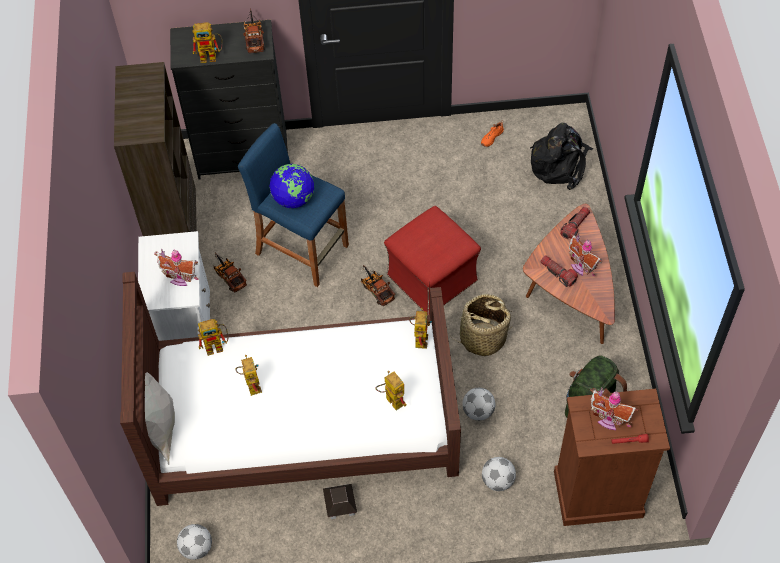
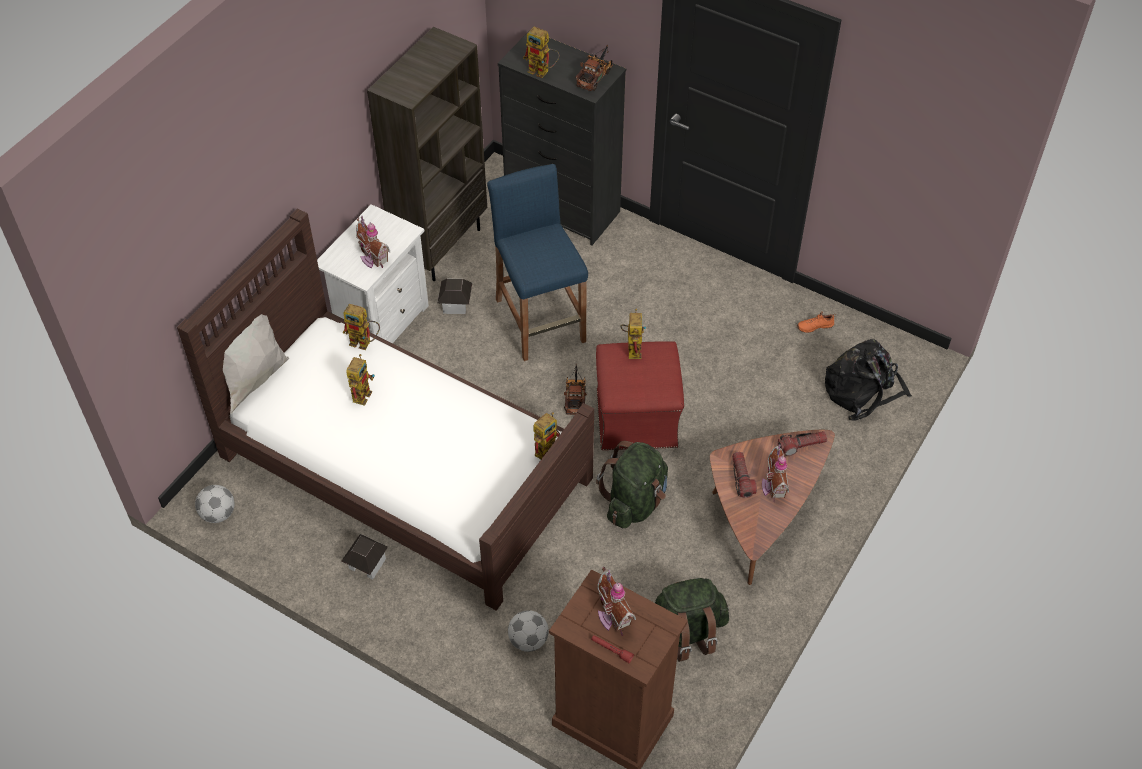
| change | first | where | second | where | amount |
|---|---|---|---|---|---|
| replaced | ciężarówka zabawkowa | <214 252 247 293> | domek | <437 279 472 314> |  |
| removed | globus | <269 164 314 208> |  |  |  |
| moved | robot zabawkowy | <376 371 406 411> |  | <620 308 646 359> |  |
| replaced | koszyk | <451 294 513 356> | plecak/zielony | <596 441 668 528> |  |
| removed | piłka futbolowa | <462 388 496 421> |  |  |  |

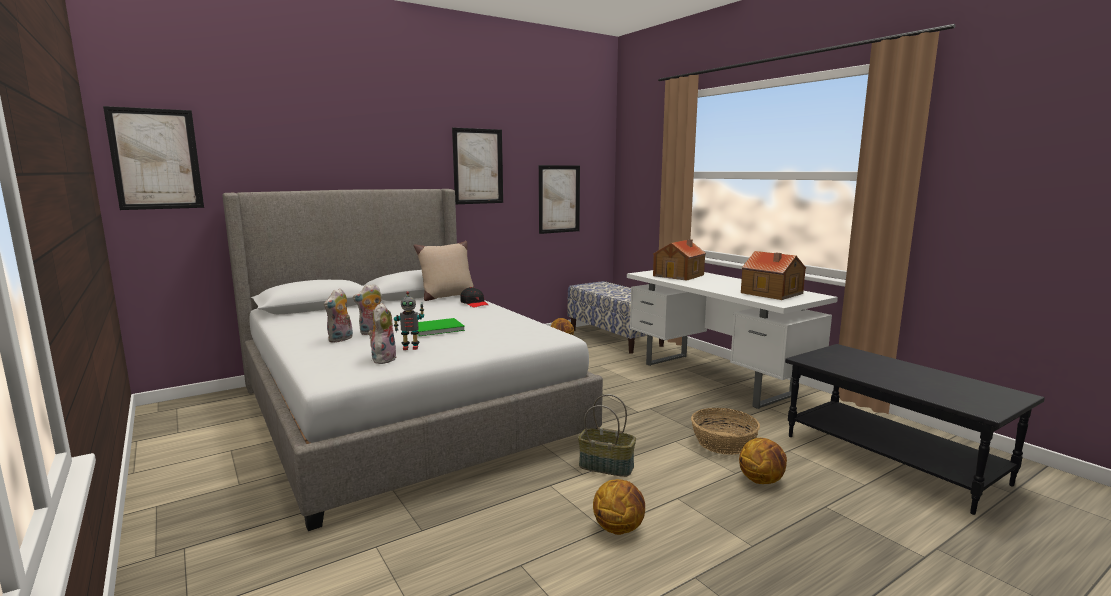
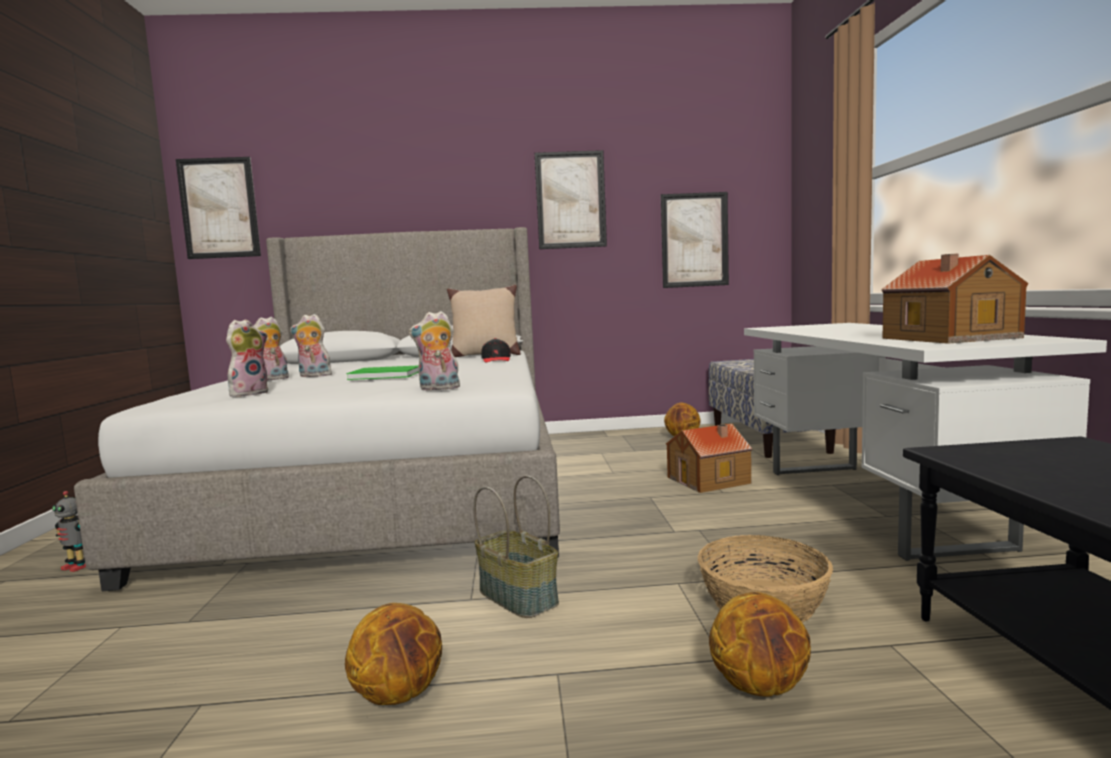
| change | first | where | second | where | amount |
|---|---|---|---|---|---|
| moved | robot zabawkowy | <394 291 424 350> |  | <52 491 86 572> |  |
| moved | domek | <653 239 706 281> |  | <666 424 752 493> |  |
| added |  |  | pluszak | <409 311 460 391> |  |

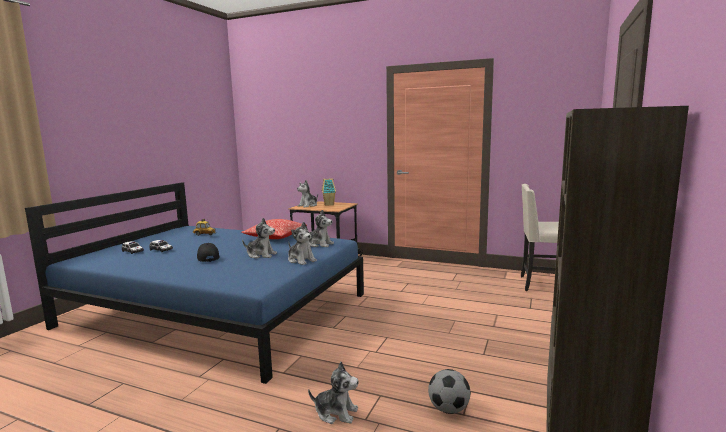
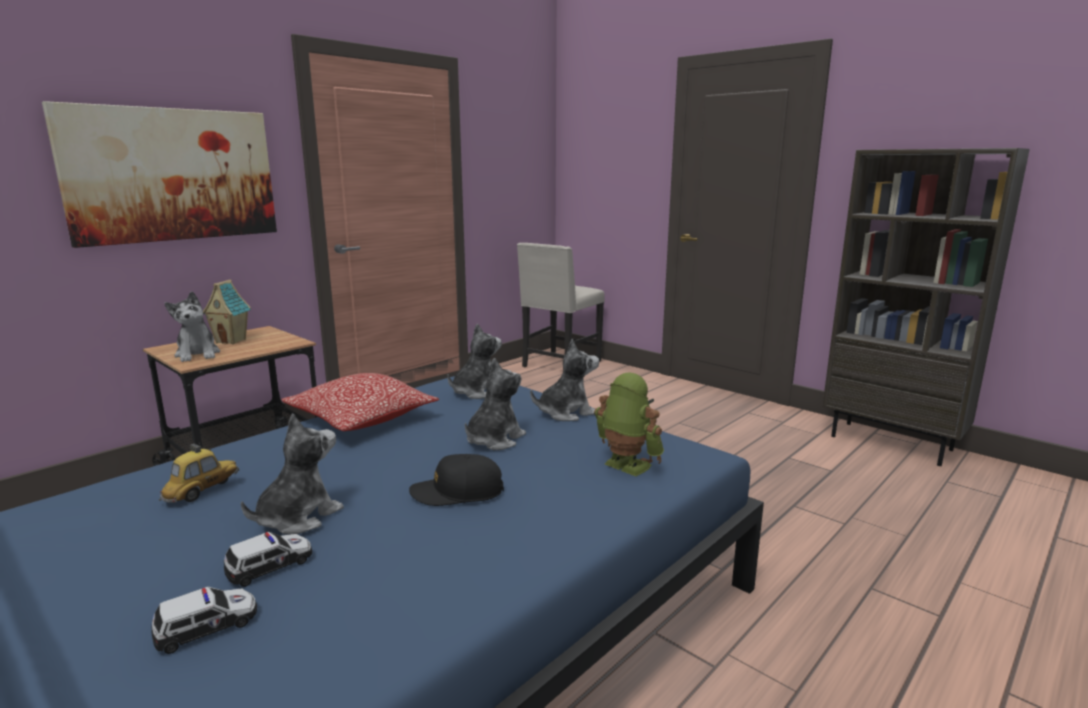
| change | first | where | second | where | amount |
|---|---|---|---|---|---|
| moved | pluszak | <308 362 359 424> |  | <241 413 344 535> |  |
| removed | piłka futbolowa | <428 369 470 414> |  |  |  |
| added |  |  | obraz | <42 101 277 248> |  |
| added |  |  | robot zabawkowy | <594 373 664 476> |  |

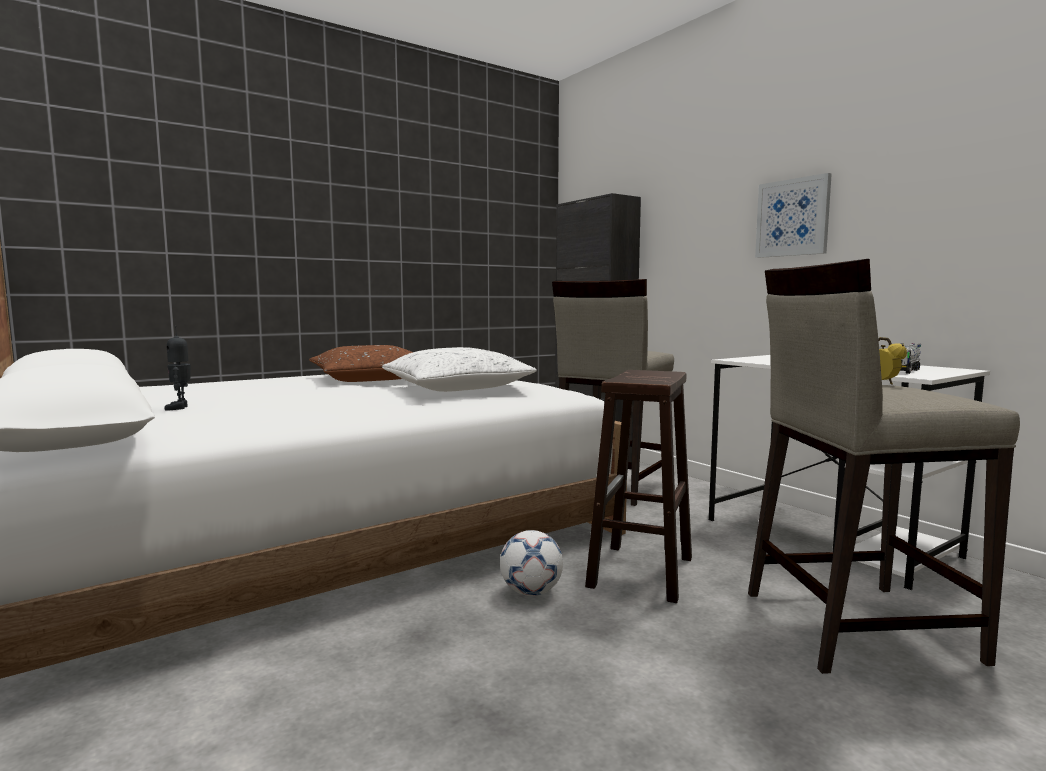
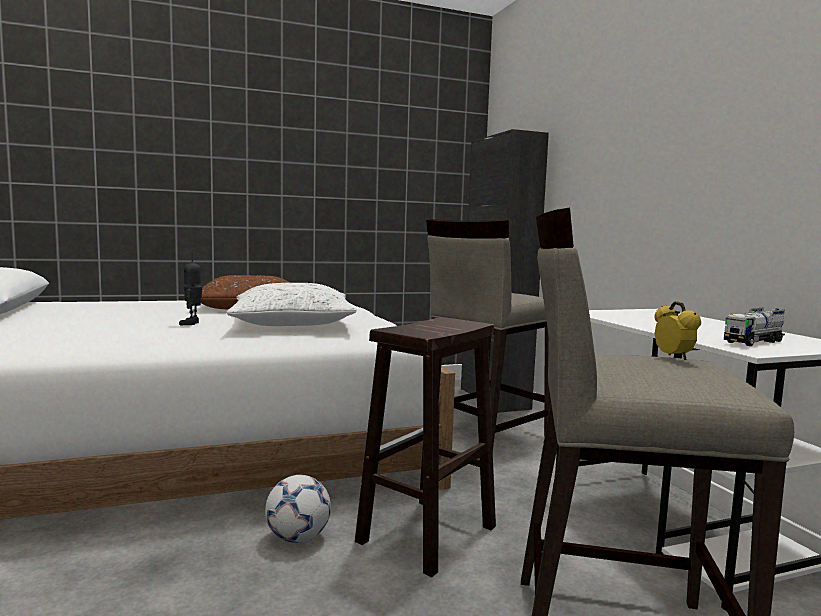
| change | first | where | second | where | amount |
|---|---|---|---|---|---|
| moved | robot zabawkowy | <165 326 191 411> |  | <179 253 202 325> |  |
| removed | obraz | <755 173 832 258> |  |  |  |

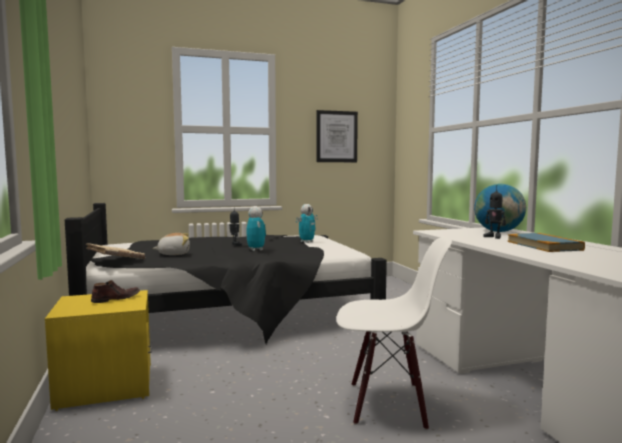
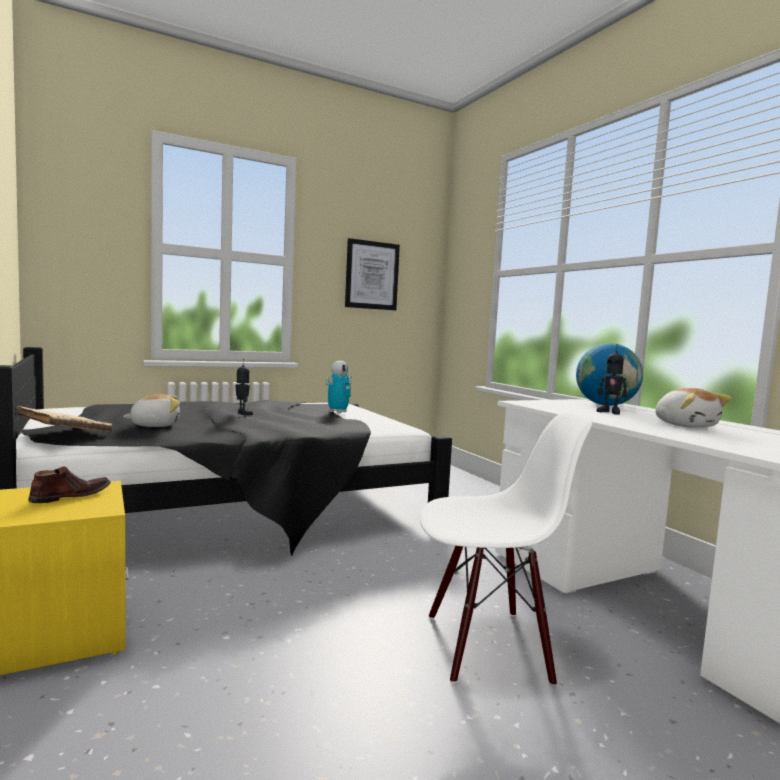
| change | first | where | second | where | amount |
|---|---|---|---|---|---|
| removed | robot zabawkowy | <246 206 266 251> |  |  |  |
| replaced | książka | <508 233 585 252> | pluszak | <655 388 731 428> |  |

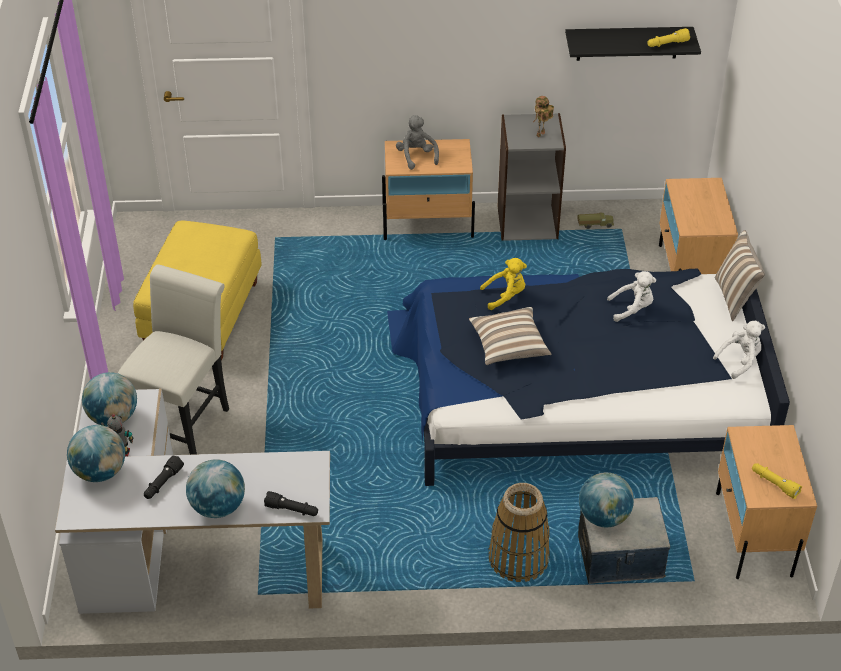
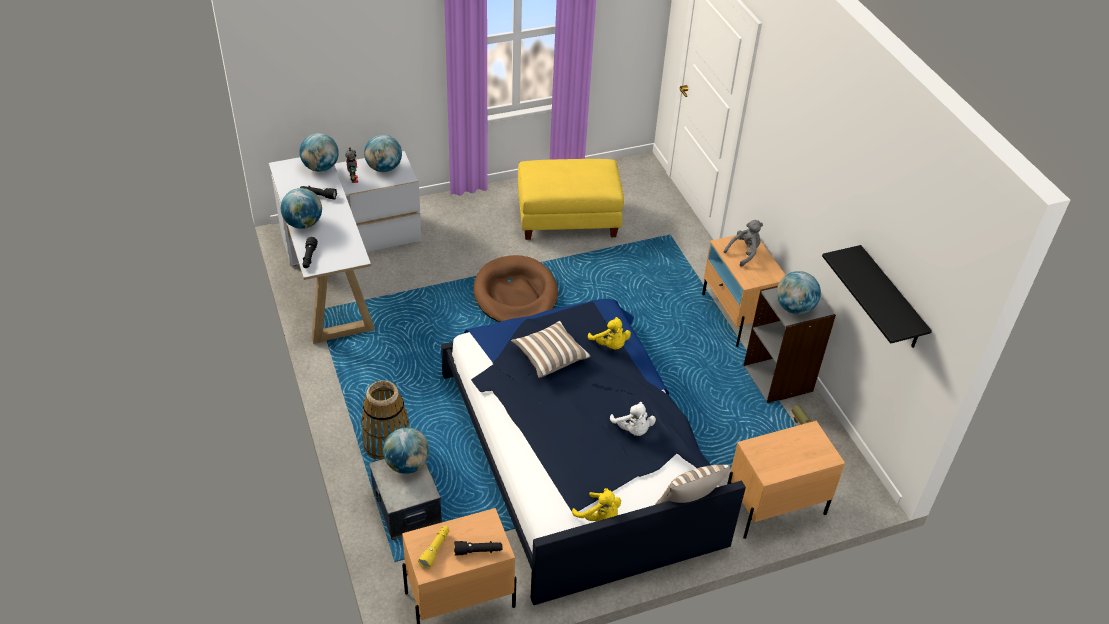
| change | first | where | second | where | amount |
|---|---|---|---|---|---|
| removed | krzesło/biały | <118 264 229 455> |  |  |  |
| replaced | robot zabawkowy | <533 96 554 137> | globus | <777 271 821 314> |  |
| removed | latarka/żółty | <647 28 690 47> |  |  |  |
| recoloured | pluszak/biały | <713 321 765 379> | pluszak/żółty | <572 488 621 521> |  |
| added |  |  | latarka/czarny | <454 541 502 555> |  |
| added |  |  | legowisko/brązowy | <473 255 558 322> |  |

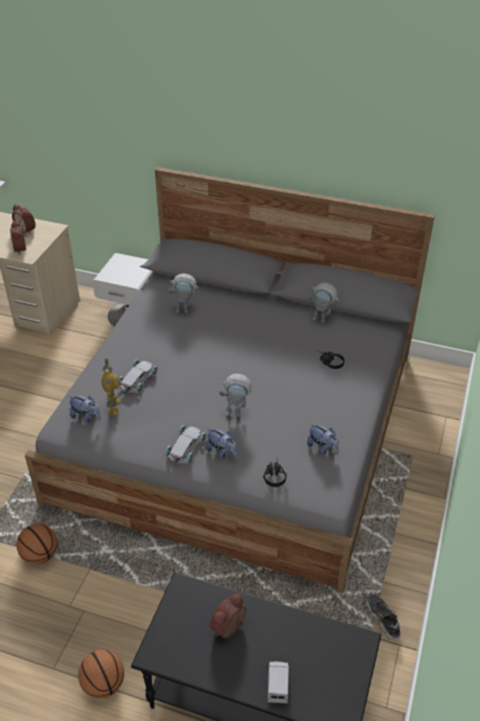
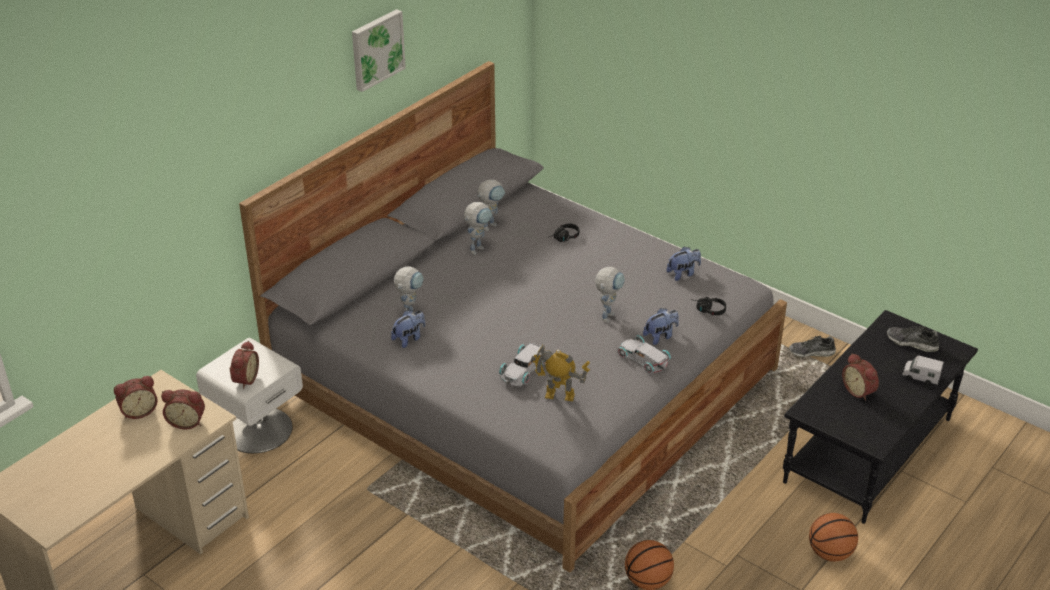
| change | first | where | second | where | amount |
|---|---|---|---|---|---|
| moved | pluszak | <69 396 101 423> |  | <391 310 425 348> |  |
| turned | samochodzik/biały | <119 359 157 393> |  | <499 343 546 386> | 105 degrees counterclockwise |
| added |  |  | budzik | <229 341 259 389> |  |
| added |  |  | obraz | <352 9 406 92> |  |
| added |  |  | robot zabawkowy | <464 202 492 255> |  |
| added |  |  | but | <887 326 939 352> |  |

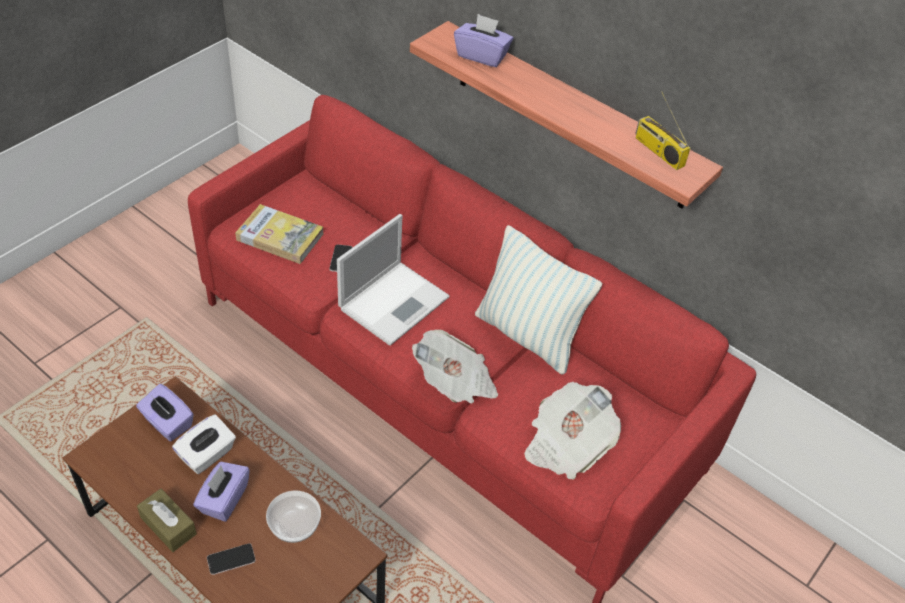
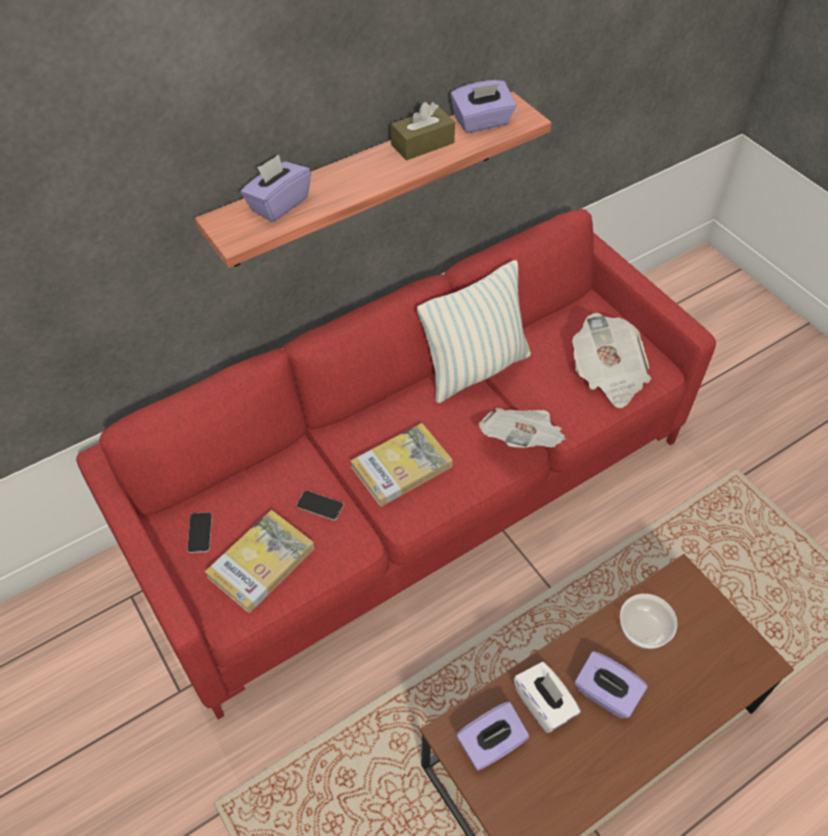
| change | first | where | second | where | amount |
|---|---|---|---|---|---|
| moved | pudełko chusteczek/brązowy | <137 488 197 552> |  | <391 102 455 160> |  |
| moved | telefon | <207 543 256 575> |  | <187 512 212 553> |  |
| replaced | laptop | <337 214 450 346> | książka | <350 423 453 507> |  |
| replaced | radio | <635 91 690 170> | pudełko chusteczek/fioletowy | <450 80 516 133> |  |

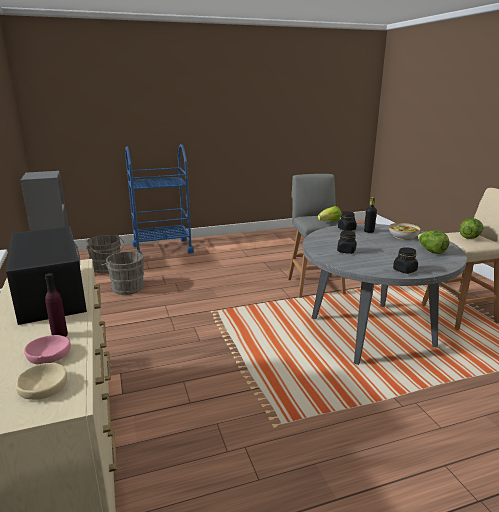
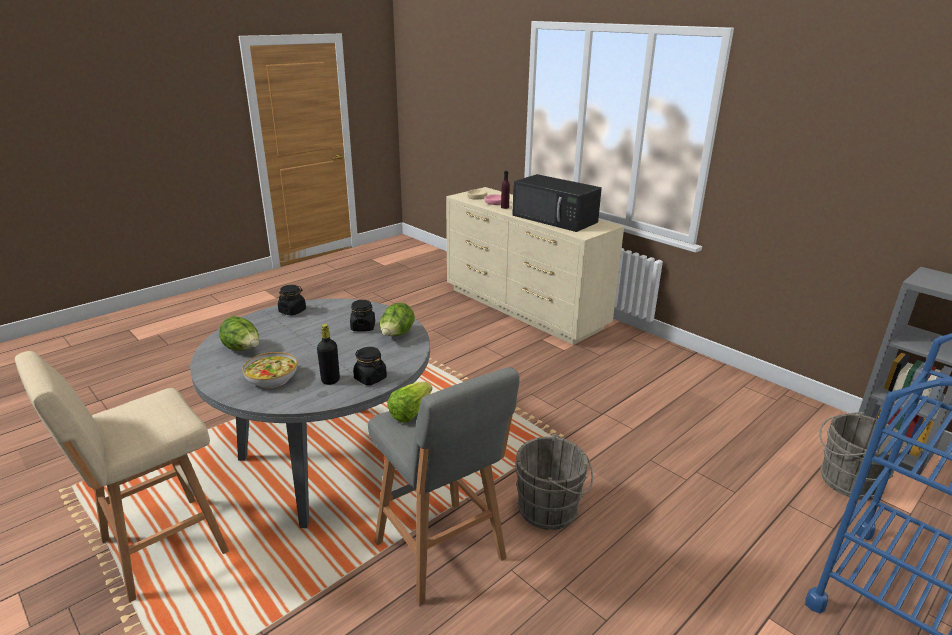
| change | first | where | second | where | amount |
|---|---|---|---|---|---|
| moved | wiadro/szary | <102 251 144 295> |  | <515 434 593 530> |  |
| moved | sałata | <459 218 483 239> |  | <379 303 415 336> |  |

